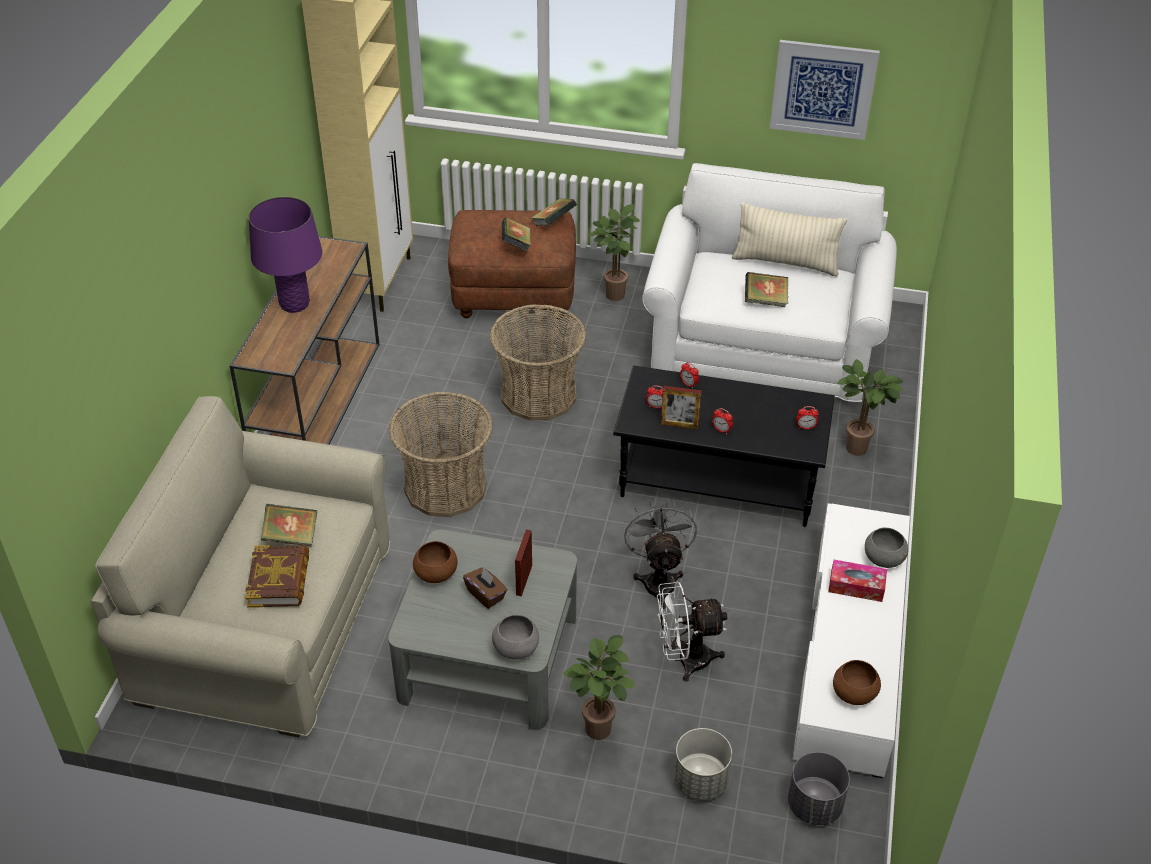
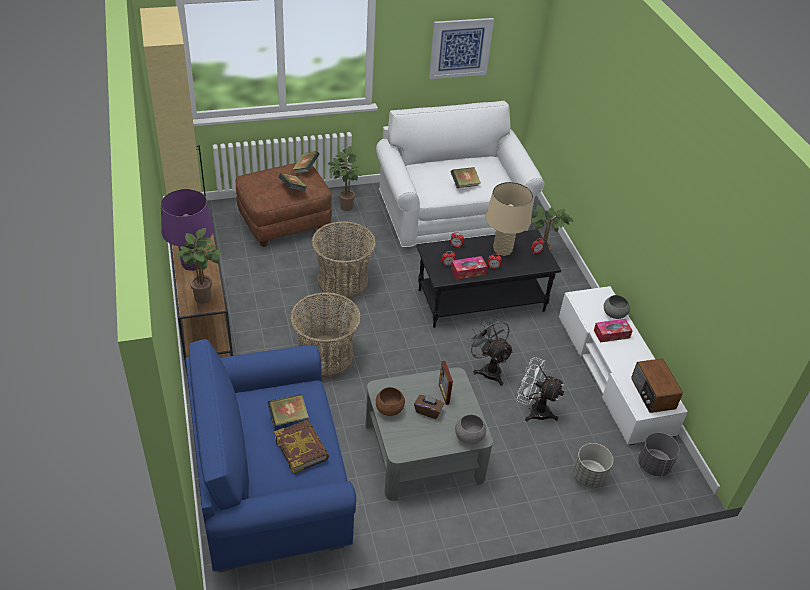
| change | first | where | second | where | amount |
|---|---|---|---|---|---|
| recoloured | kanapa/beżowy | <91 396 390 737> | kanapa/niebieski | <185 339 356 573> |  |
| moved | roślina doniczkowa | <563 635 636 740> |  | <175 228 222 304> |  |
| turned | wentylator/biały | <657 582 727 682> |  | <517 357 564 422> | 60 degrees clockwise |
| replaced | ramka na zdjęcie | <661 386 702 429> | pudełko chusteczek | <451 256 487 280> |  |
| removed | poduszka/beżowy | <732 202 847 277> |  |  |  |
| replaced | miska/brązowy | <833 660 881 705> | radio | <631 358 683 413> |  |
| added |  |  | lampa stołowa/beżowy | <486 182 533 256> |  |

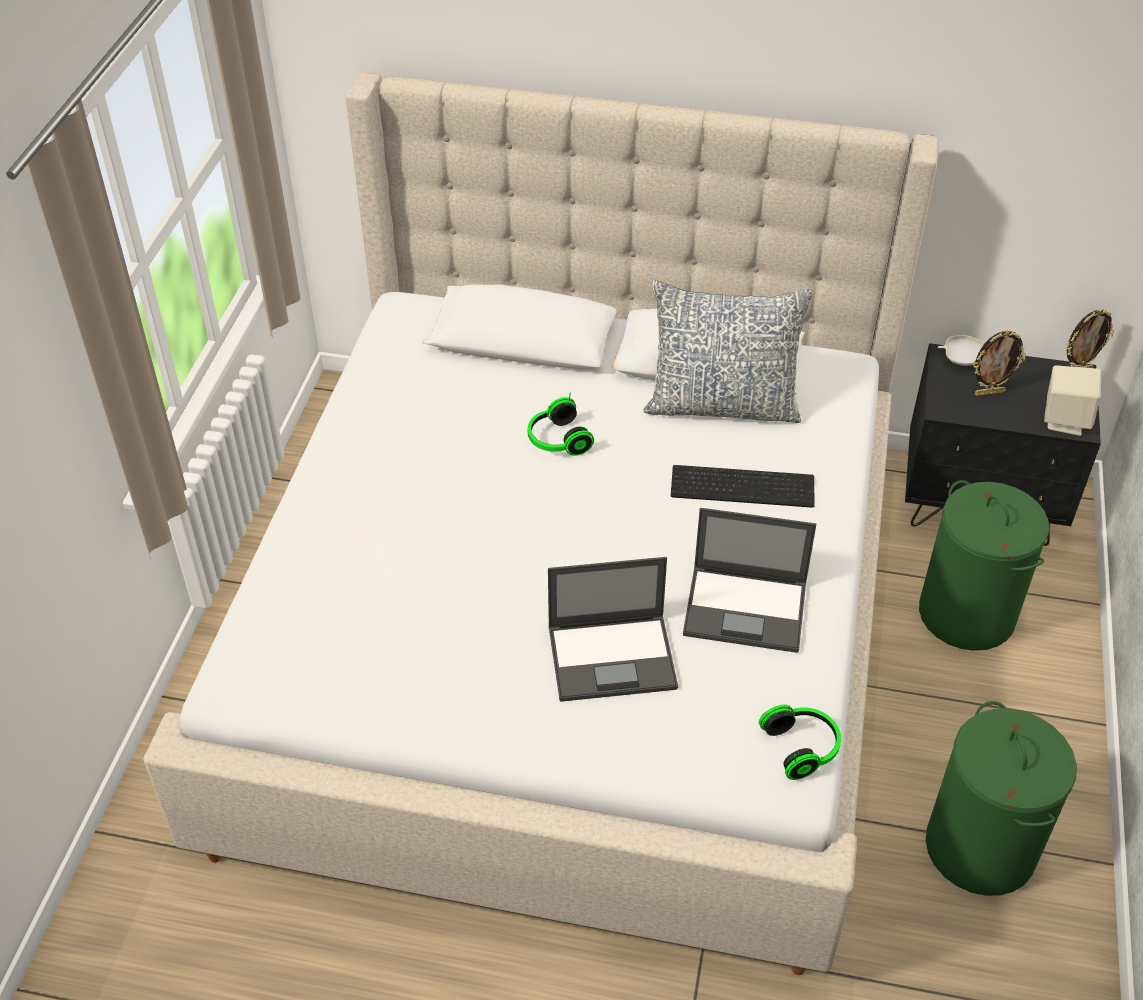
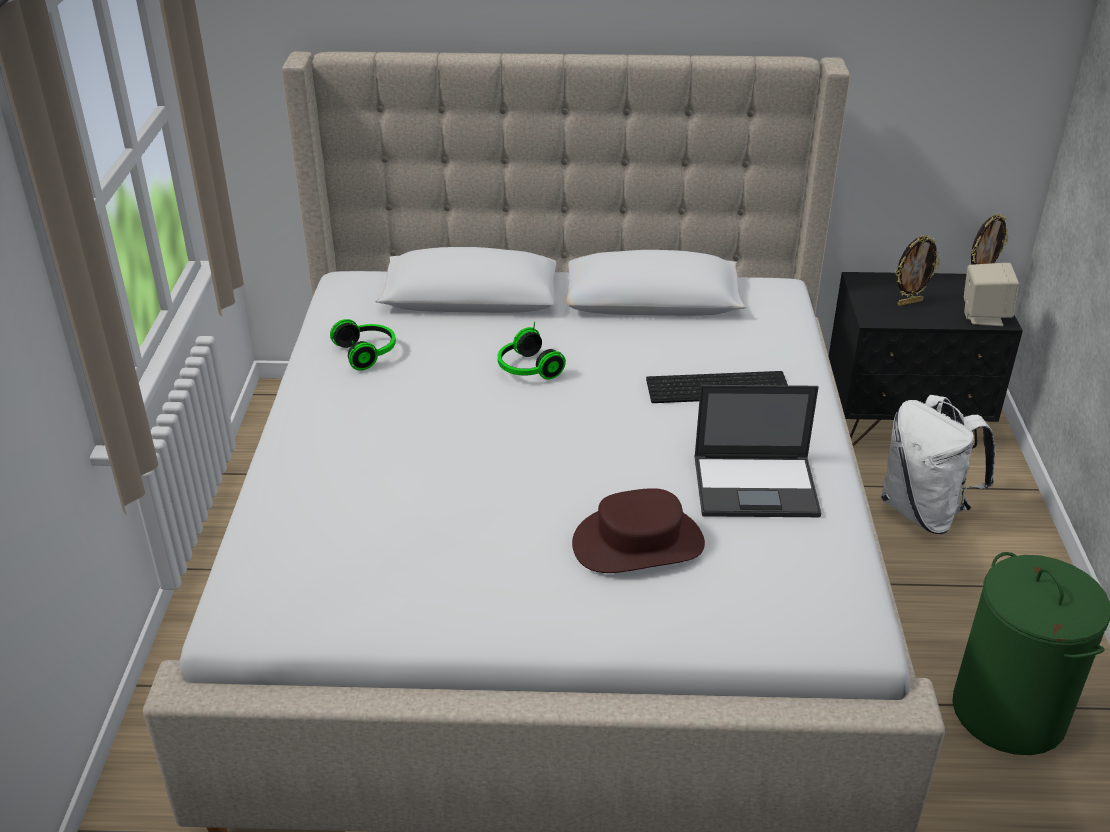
| change | first | where | second | where | amount |
|---|---|---|---|---|---|
| replaced | laptop | <548 557 678 702> | kapelusz/brązowy | <572 488 705 573> |  |
| removed | poduszka | <643 280 813 423> |  |  |  |
| moved | słuchawki | <759 705 841 780> |  | <330 319 396 371> |  |
| replaced | kosz na pranie/zielony | <919 480 1049 651> | plecak/biały | <881 395 996 534> |  |
| removed | miska/biały | <938 335 985 366> |  |  |  |

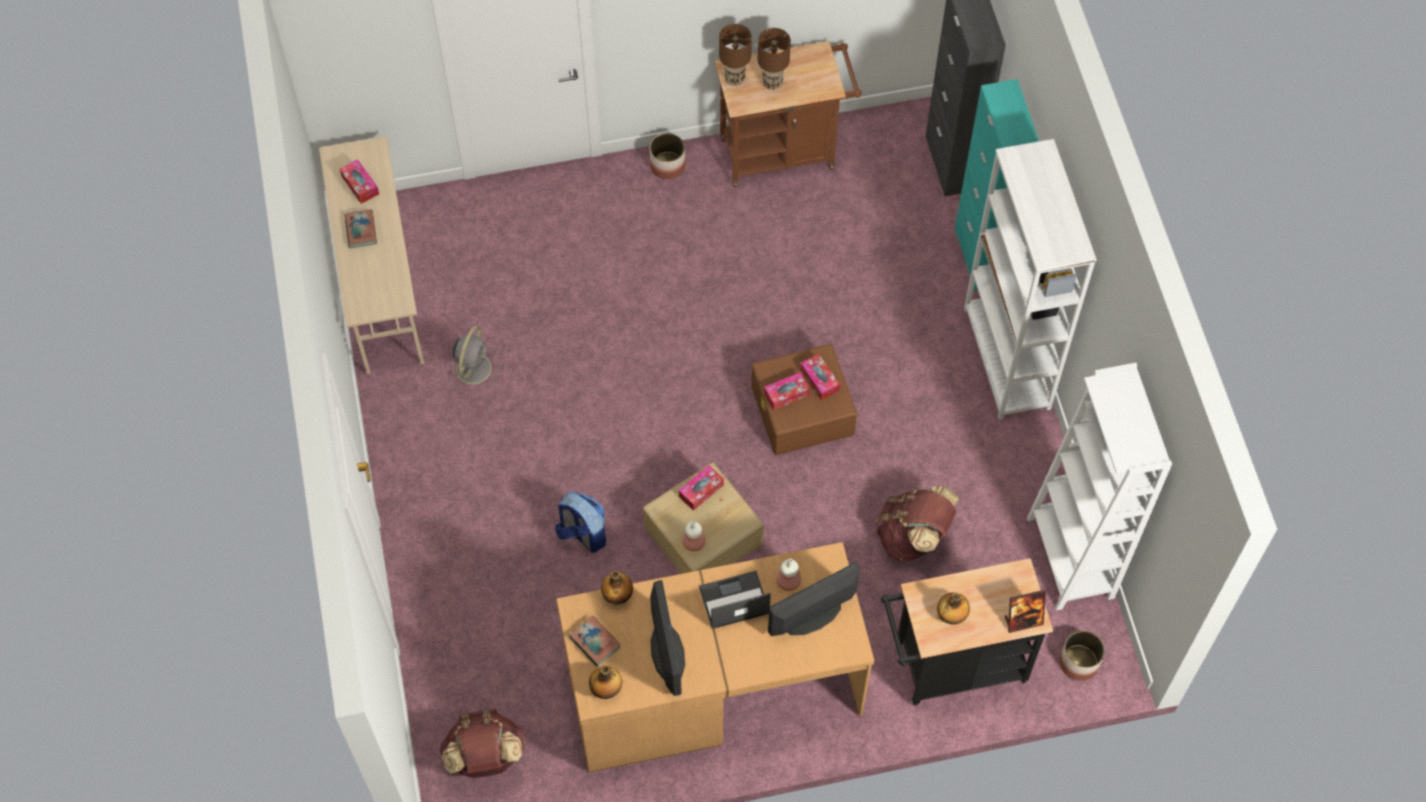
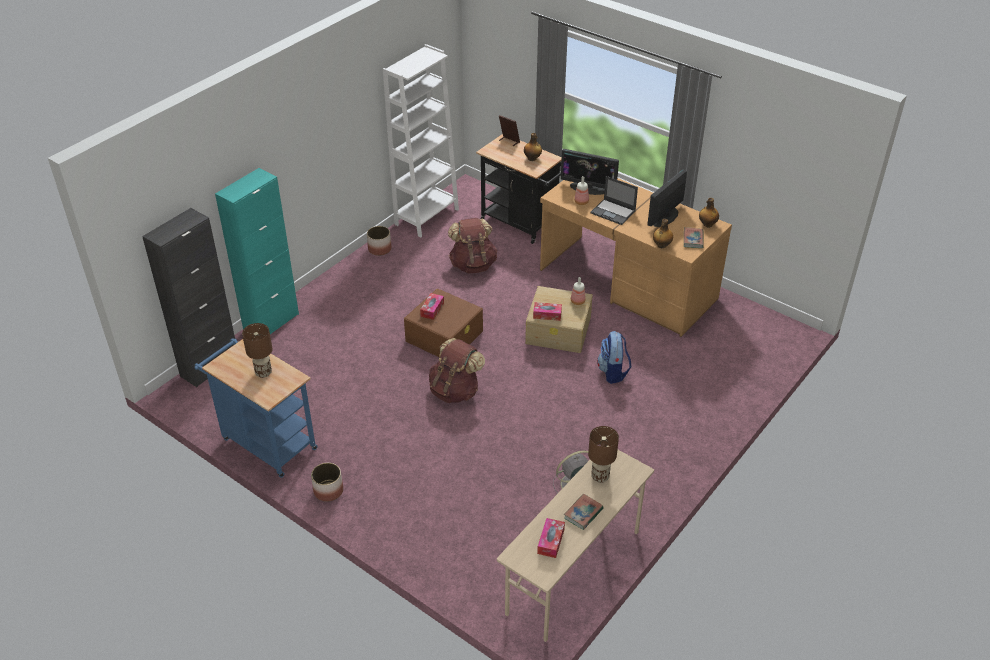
| change | first | where | second | where | amount |
|---|---|---|---|---|---|
| moved | plecak/brązowy | <440 708 526 778> |  | <429 338 485 403> |  |
| recoloured | wózek/brązowy | <715 41 862 188> | wózek/niebieski | <194 338 318 478> |  |
| moved | lampa stołowa/brązowy | <719 24 752 86> |  | <588 426 619 483> |  |
| removed | pudełko chusteczek | <764 372 810 410> |  |  |  |
| removed | regał/biały | <964 139 1097 420> |  |  |  |
| moved | donica | <1059 631 1105 681> |  | <367 226 391 256> |  |

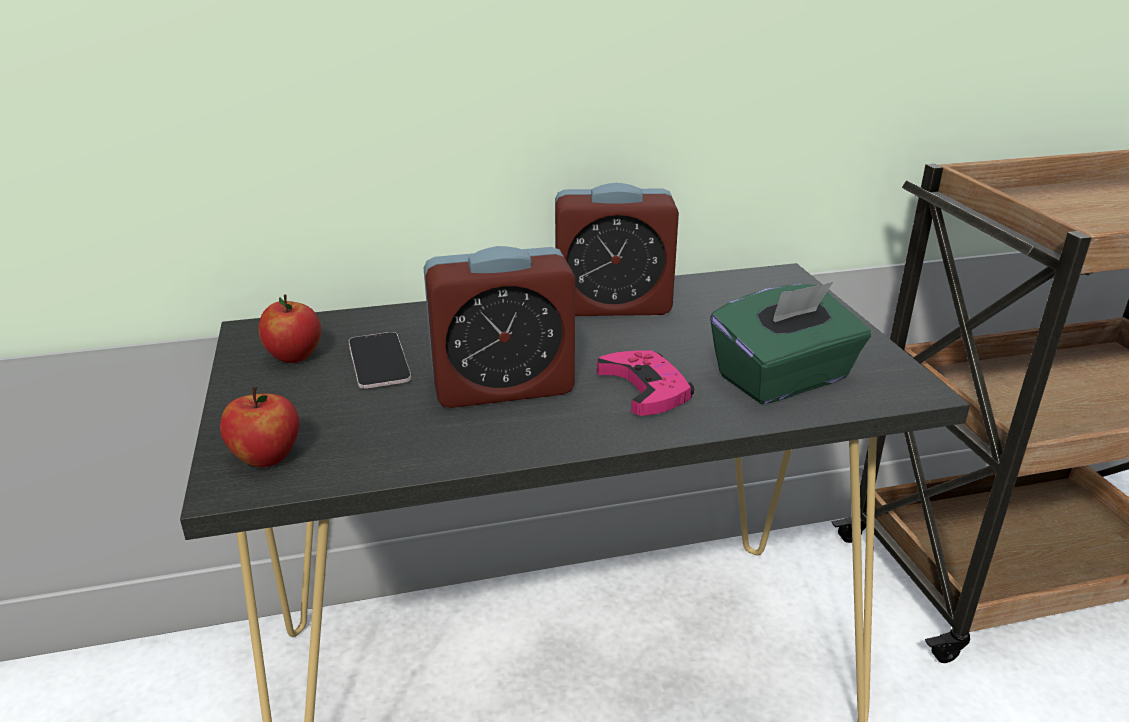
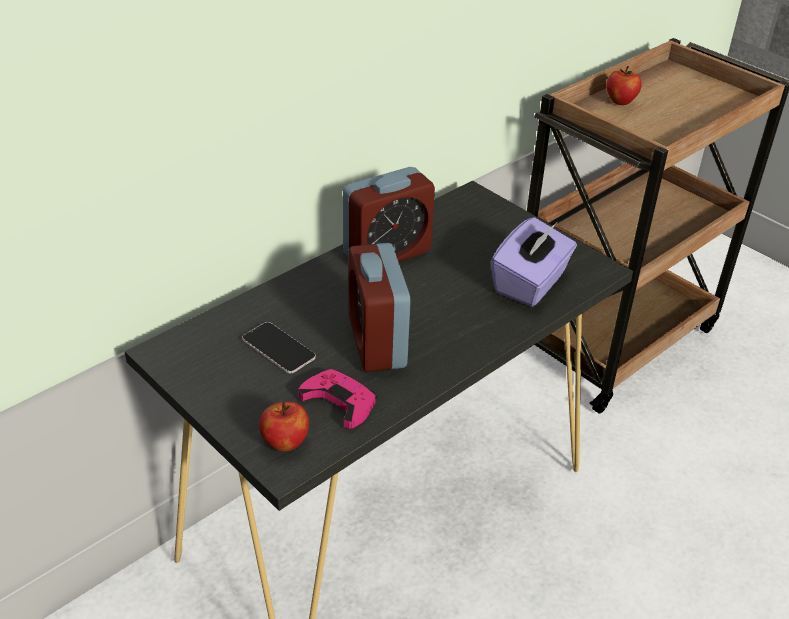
| change | first | where | second | where | amount |
|---|---|---|---|---|---|
| moved | jabłko | <259 294 321 363> |  | <606 66 642 105> |  |
| turned | budzik | <424 246 575 408> |  | <349 243 411 372> | 120 degrees clockwise |
| moved | pad do gier/różowy | <597 350 694 416> |  | <299 369 377 429> |  |
| recoloured | pudełko chusteczek/zielony | <710 282 871 404> | pudełko chusteczek/fioletowy | <491 217 577 307> |  |

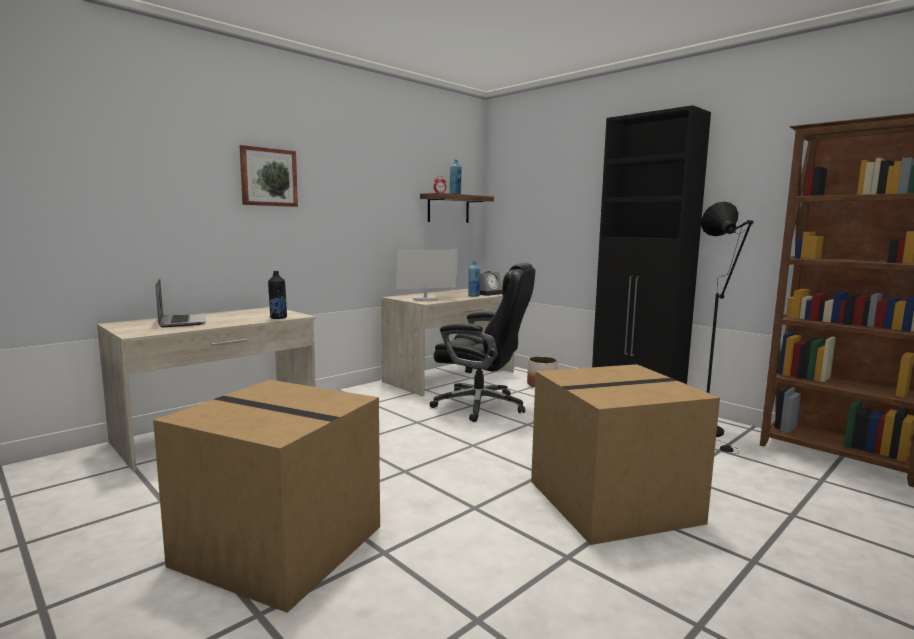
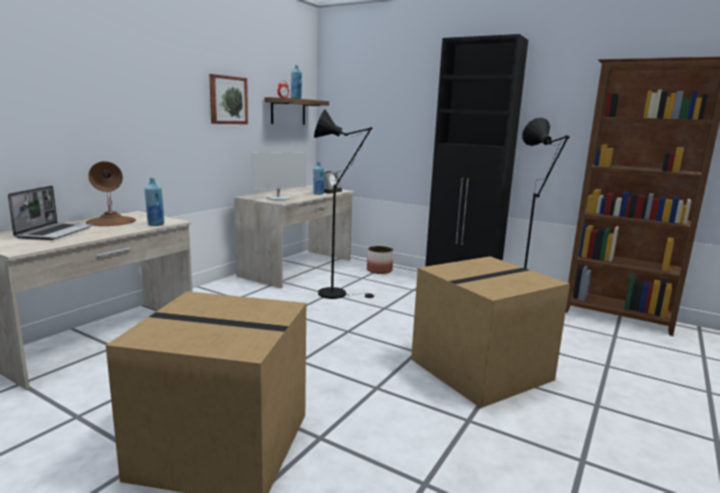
| change | first | where | second | where | amount |
|---|---|---|---|---|---|
| turned | laptop | <155 278 206 327> |  | <8 186 93 240> | 45 degrees clockwise |
| moved | obraz | <240 145 298 207> |  | <209 74 248 124> |  |
| recoloured | butelka/czarny | <268 271 287 319> | butelka/niebieski | <144 178 164 226> |  |
| replaced | krzesło biurowe/czarny | <430 263 535 422> | lampa stojąca/czarny | <314 109 377 299> |  |
| added |  |  | lampa stołowa/brązowy | <86 161 136 226> |  |

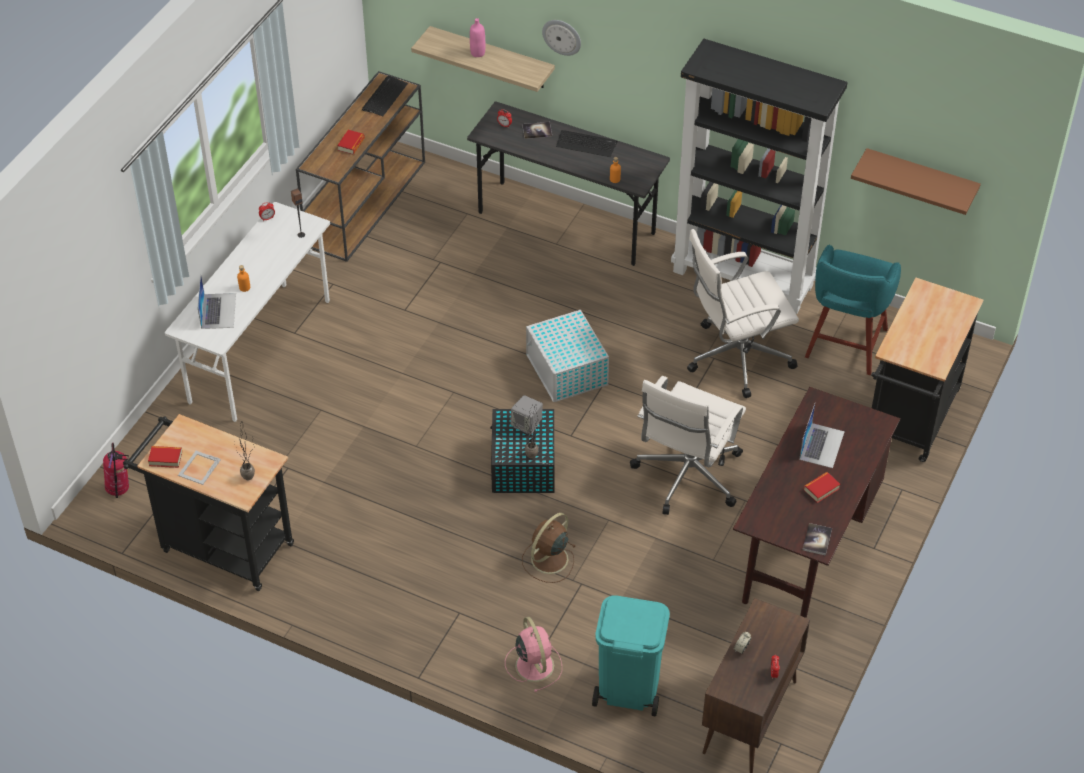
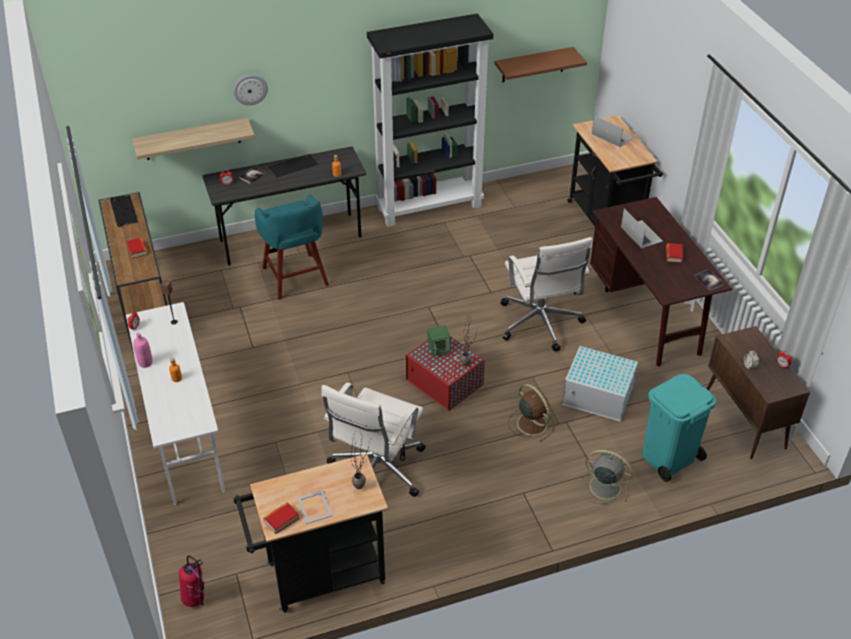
| change | first | where | second | where | amount |
|---|---|---|---|---|---|
| moved | laptop | <198 274 236 329> |  | <592 116 633 147> |  |
| moved | butelka/różowy | <470 18 485 57> |  | <133 333 153 368> |  |
| recoloured | pojemnik do przechowywania/czarny | <490 409 554 493> | pojemnik do przechowywania/czerwony | <406 337 485 411> |  |
| recoloured | wentylator/różowy | <505 617 562 692> | wentylator/szary | <581 450 633 504> |  |
| recoloured | głośnik/szary | <510 395 543 435> | głośnik/zielony | <427 325 451 356> |  |
| turned | wentylator/brązowy | <522 513 575 583> |  | <508 384 554 442> | 150 degrees clockwise |
| moved | pojemnik do przechowywania/biały | <526 310 609 402> |  | <562 346 638 421> |  |
| moved | krzesło biurowe/biały | <687 229 799 398> |  | <321 382 426 497> |  |
| moved | stołek/turkusowy | <805 244 901 375> |  | <255 194 329 300> |  |

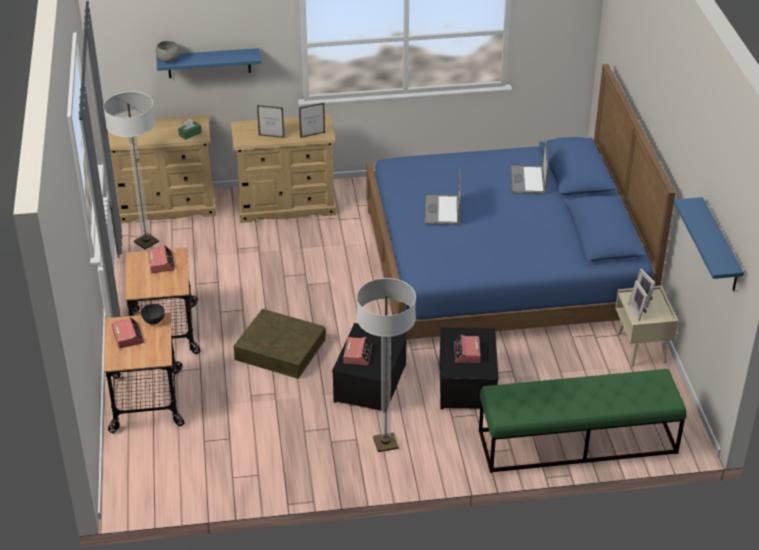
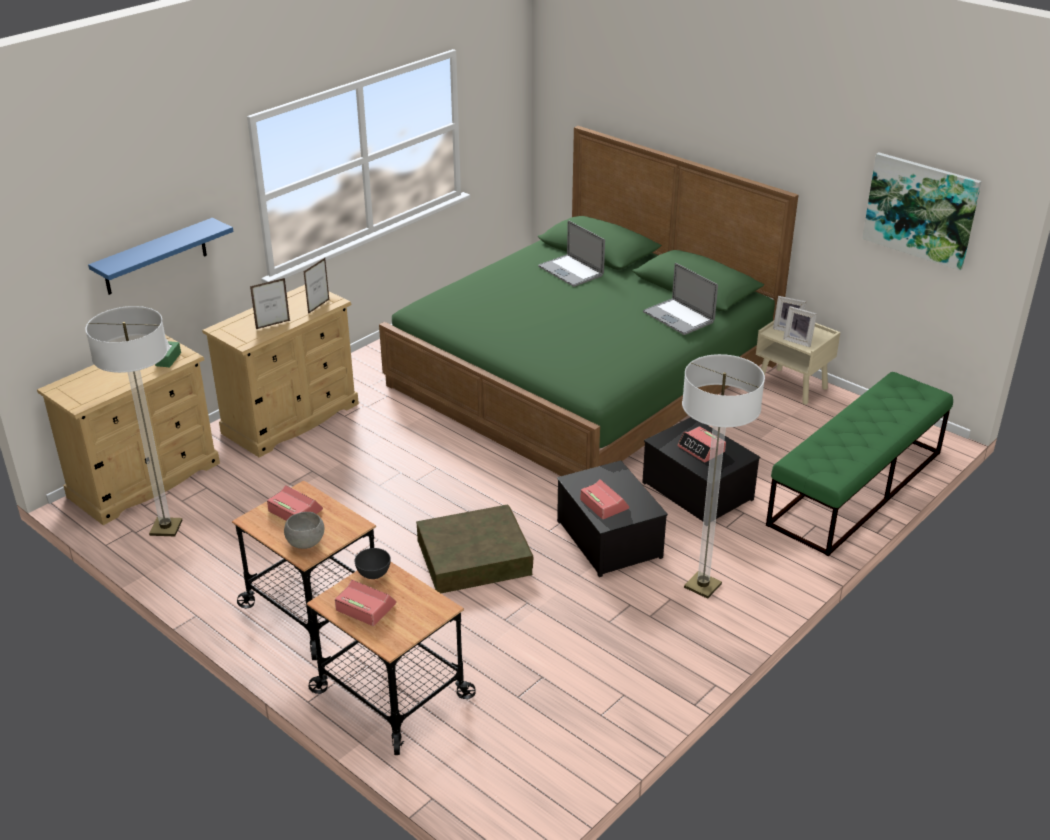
| change | first | where | second | where | amount |
|---|---|---|---|---|---|
| moved | miska/szary | <156 41 180 62> |  | <284 512 324 549> |  |
| recoloured | łóżko/niebieski | <367 64 676 339> | łóżko/zielony | <379 126 798 476> |  |
| moved | laptop | <425 168 461 225> |  | <643 263 718 335> |  |
| replaced | półka/niebieski | <674 197 744 291> | obraz | <862 152 982 271> |  |

